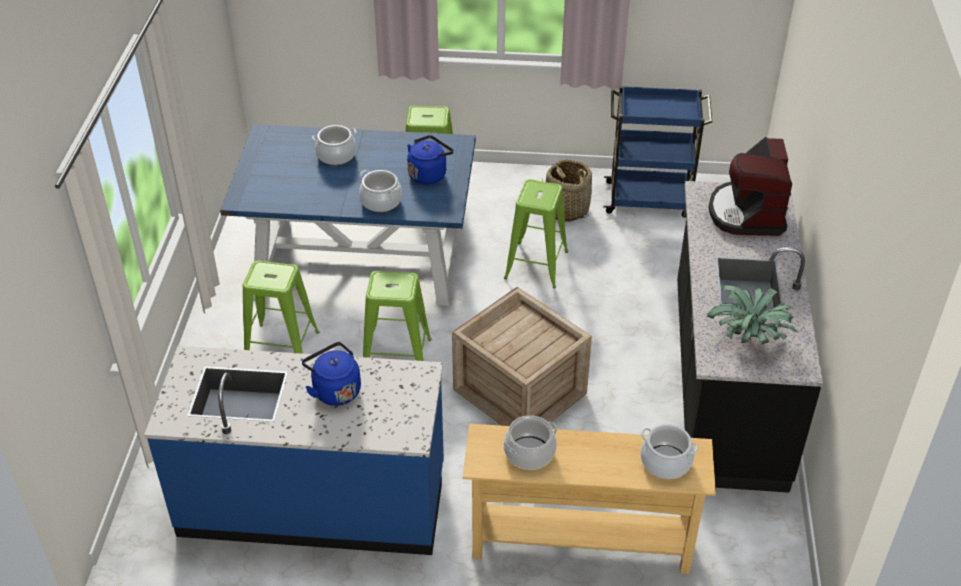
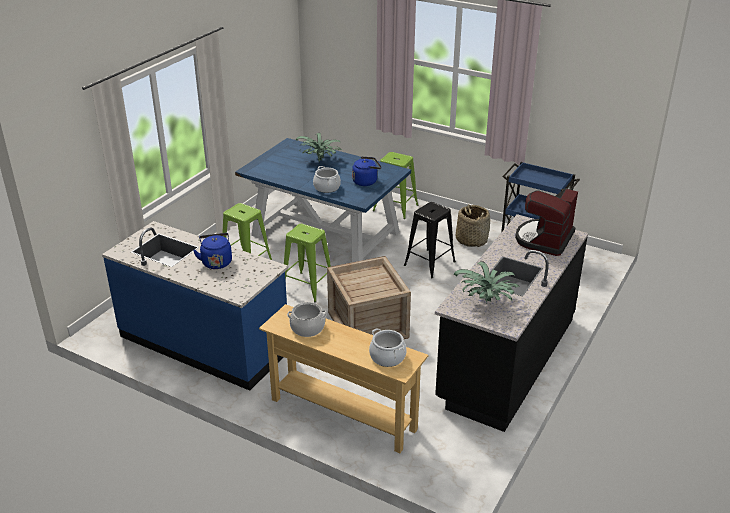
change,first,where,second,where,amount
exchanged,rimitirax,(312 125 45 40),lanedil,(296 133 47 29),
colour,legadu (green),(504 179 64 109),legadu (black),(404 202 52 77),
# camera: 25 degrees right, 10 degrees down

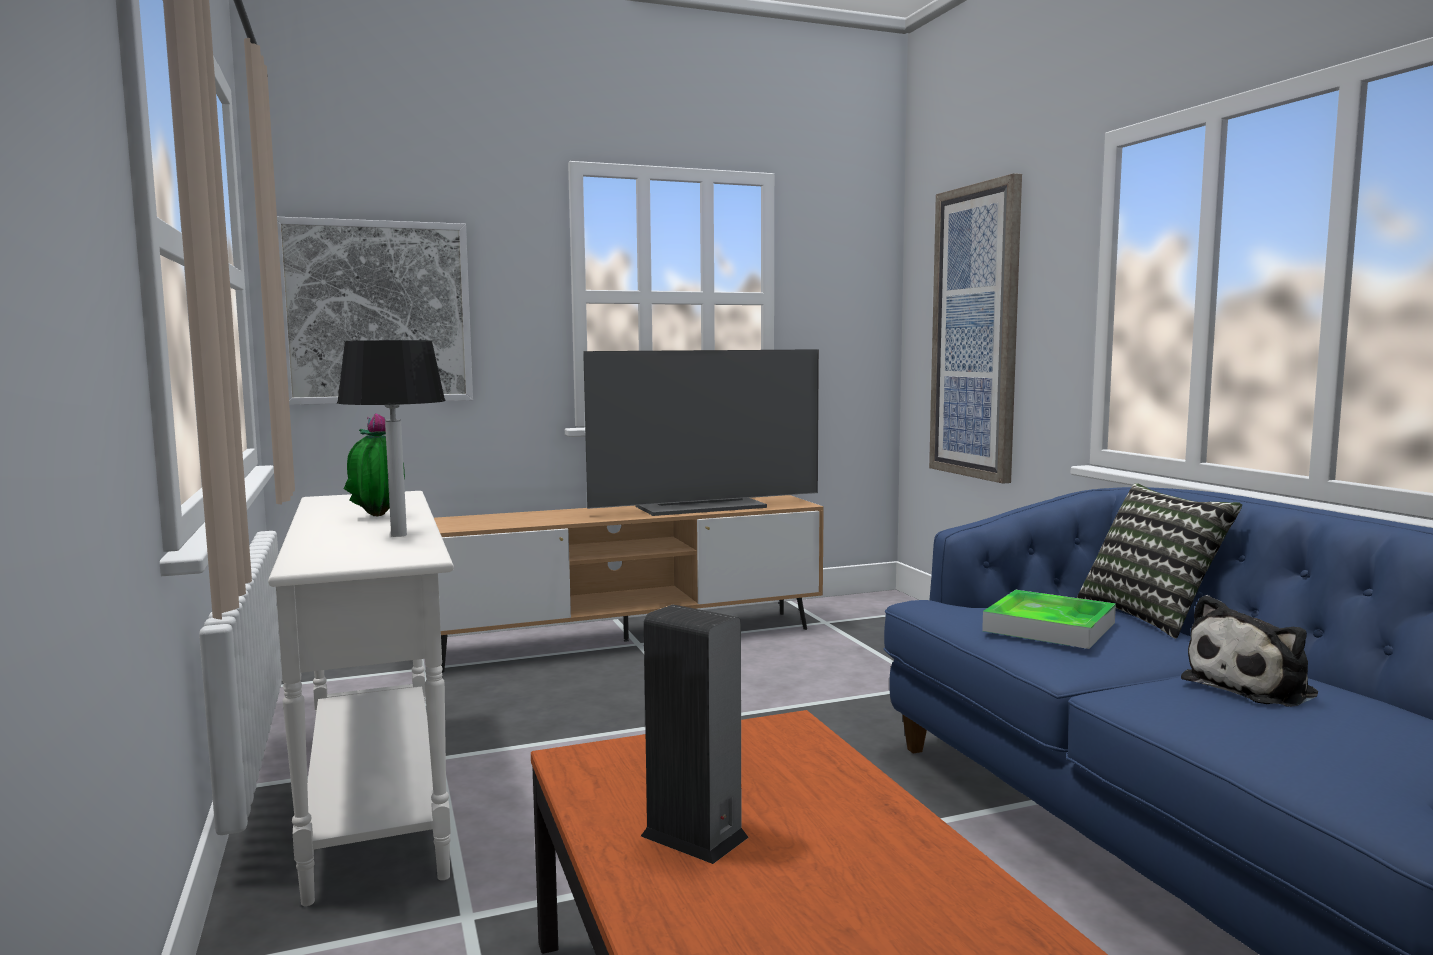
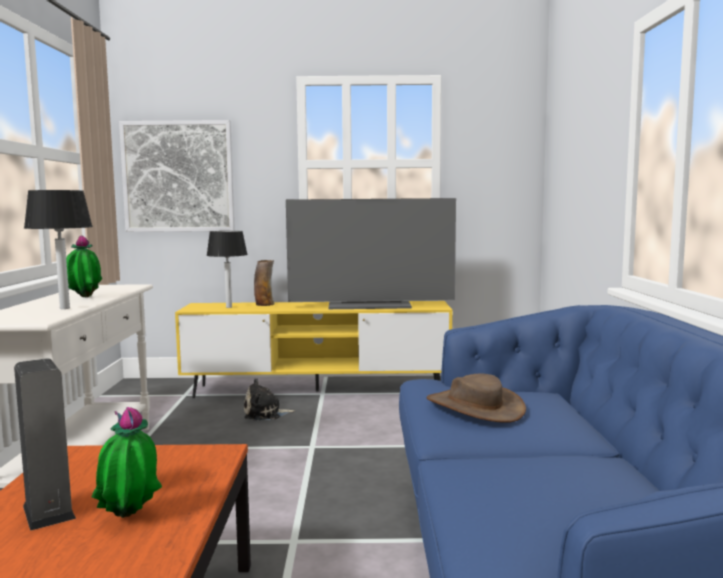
change,first,where,second,where,amount
appeared,,,lanedil,(92 407 70 111),
colour,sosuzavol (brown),(434 495 390 178),sosuzavol (yellow),(175 301 277 97),
appeared,,,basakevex,(206 231 42 77),
relocated,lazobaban,(1181 595 137 112),,(244 378 52 42),
appeared,,,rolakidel,(254 260 21 46),
exchanged,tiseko,(982 590 134 59),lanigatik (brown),(427 373 99 50),
missing,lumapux,(929 173 93 311),,,
missing,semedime,(1077 483 165 156),,,
# camera: 20 degrees right, 0 degrees up

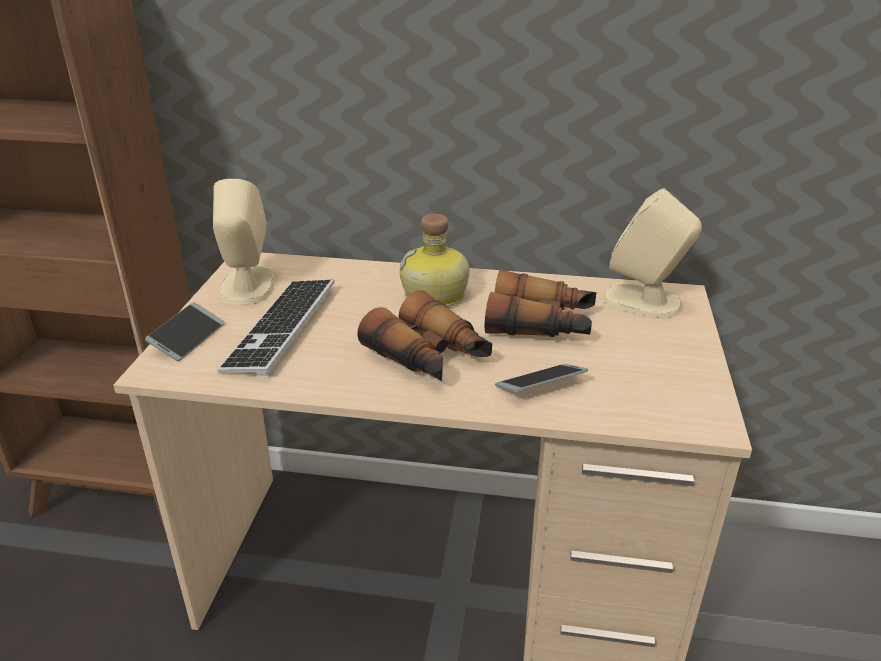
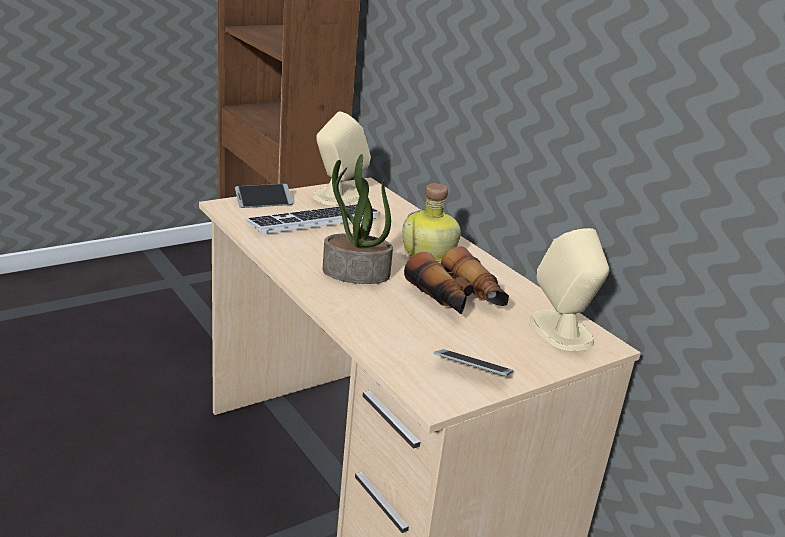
change,first,where,second,where,amount
exchanged,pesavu,(357 290 135 91),lanedil,(322 154 71 130),
relocated,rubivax,(495 364 93 28),,(434 349 79 27),
# camera: 45 degrees right, 5 degrees down

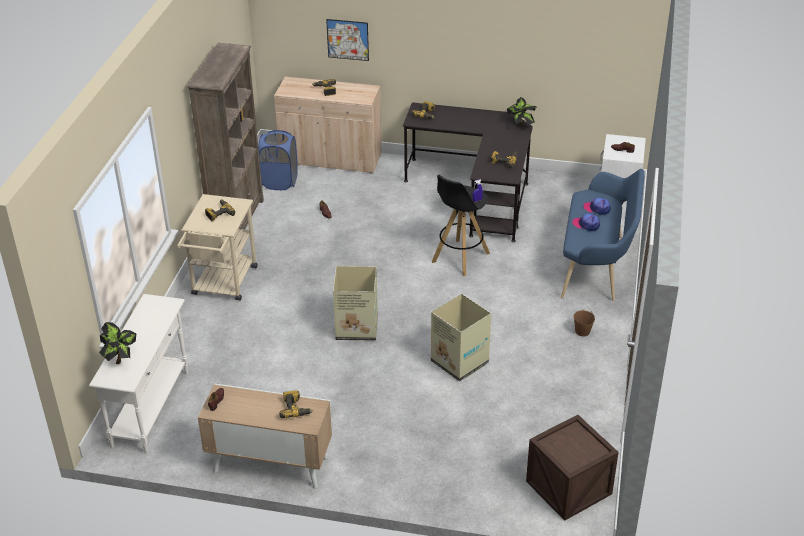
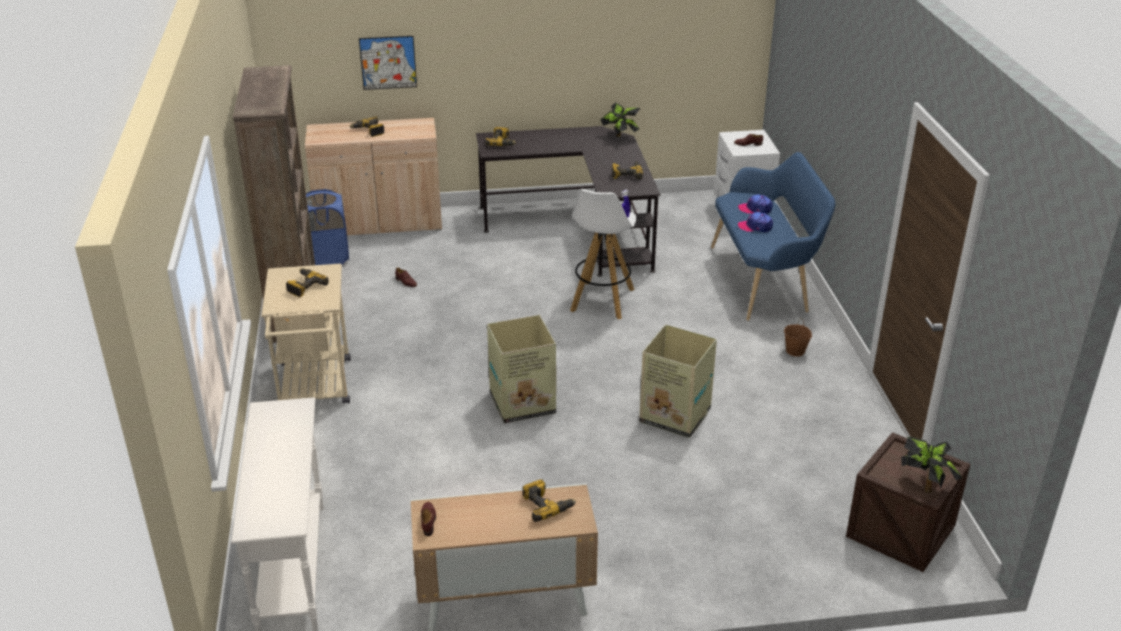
change,first,where,second,where,amount
colour,legadu (black),(432 175 58 101),legadu (white),(570 189 66 131),
relocated,lanedil,(99 322 37 42),,(902 437 60 56),
# camera: 20 degrees left, 5 degrees down

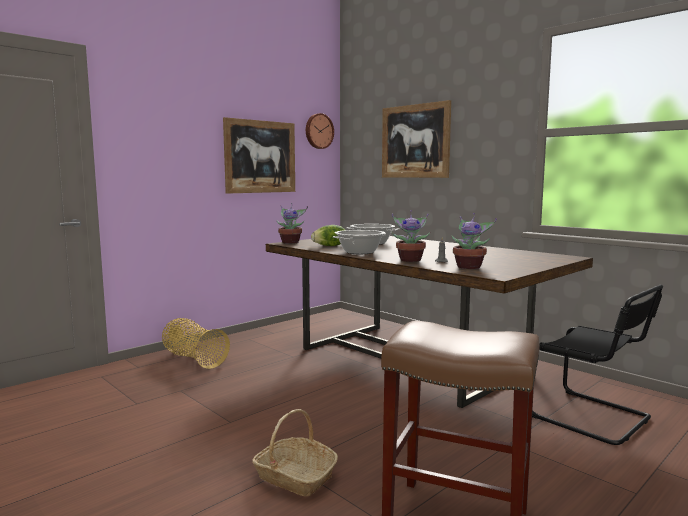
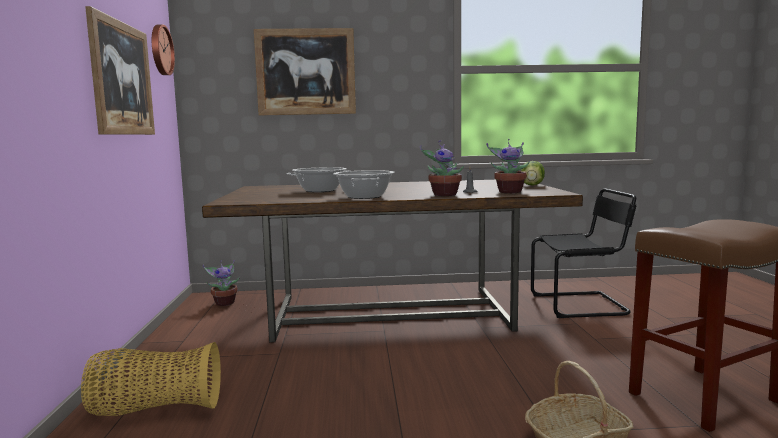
change,first,where,second,where,amount
relocated,lanedil,(276 203 32 41),,(202 260 38 46),
relocated,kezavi,(311 225 34 21),,(521 161 24 24),
# camera: 50 degrees left, 0 degrees up

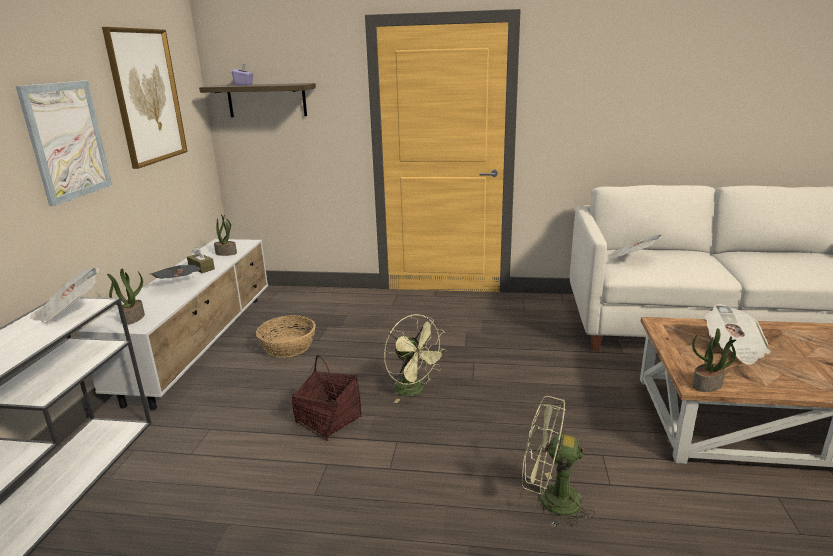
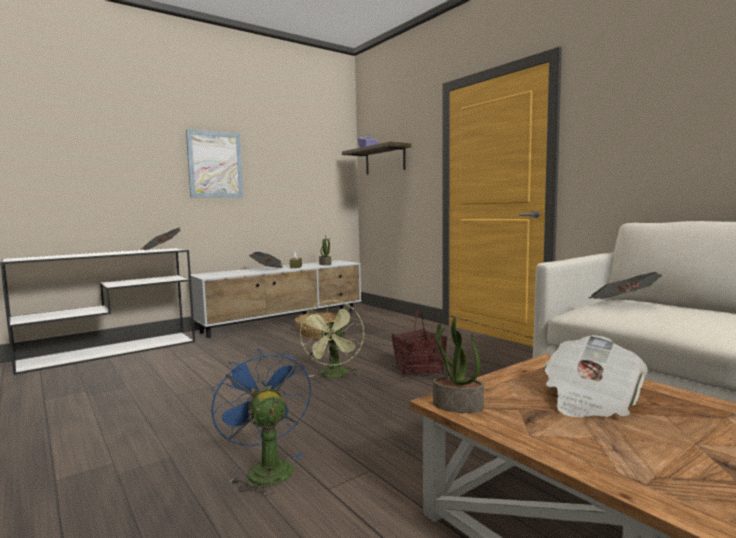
change,first,where,second,where,amount
colour,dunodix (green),(522 396 73 131),dunodix (blue),(211 349 100 147),
relocated,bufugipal,(292 355 70 86),,(392 310 55 67),
missing,lumapux,(102 27 86 142),,,
missing,lanedil,(107 269 38 56),,,
# camera: 45 degrees right, 15 degrees down

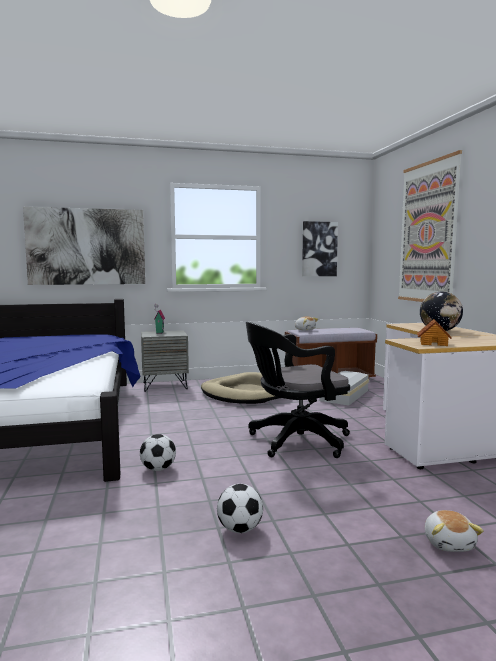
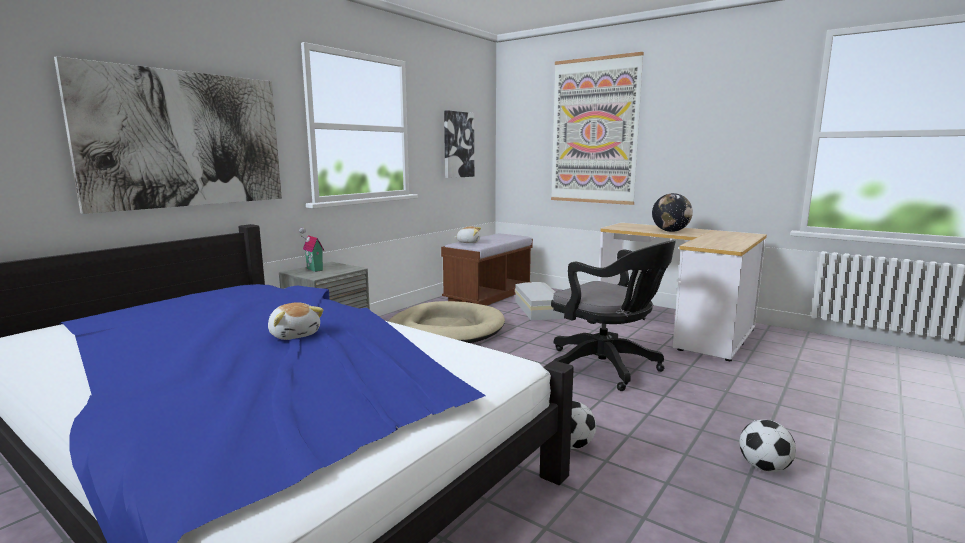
change,first,where,second,where,amount
relocated,lazobaban,(425 510 59 42),,(268 302 55 38),
spun,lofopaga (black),(246 322 104 136),,(551 240 125 151),75 degrees counterclockwise
missing,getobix,(417 319 34 27),,,
# camera: 40 degrees left, 5 degrees up

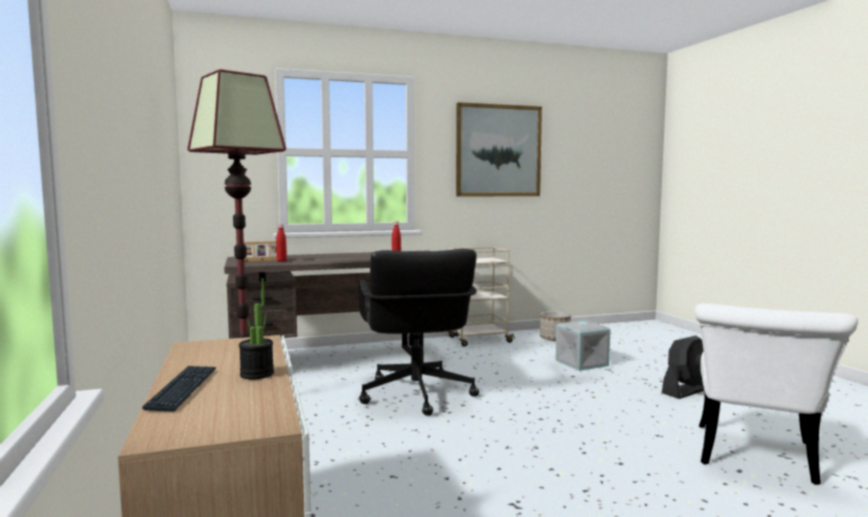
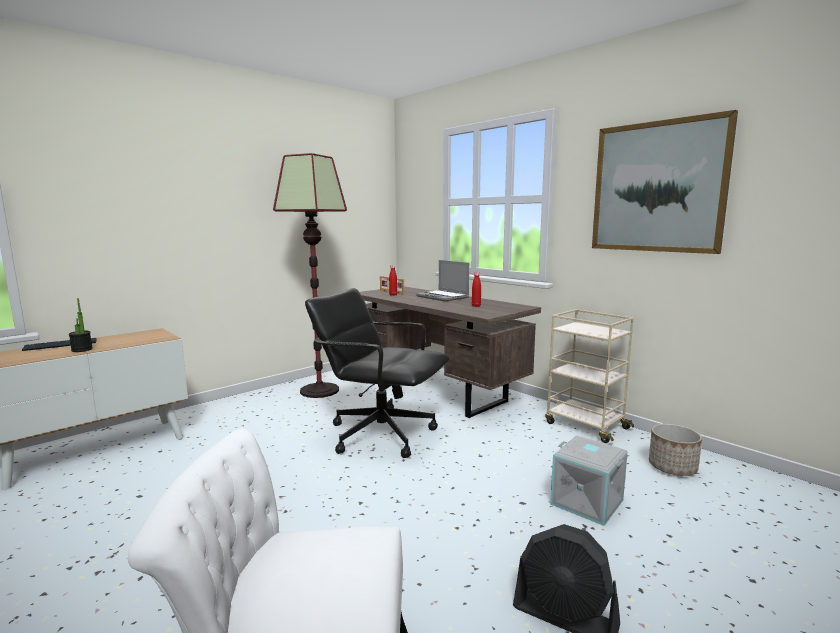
change,first,where,second,where,amount
spun,lofopaga (black),(359 249 120 167),,(305 288 145 170),60 degrees clockwise
appeared,,,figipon,(416 260 53 42),
# camera: 65 degrees right, 5 degrees up

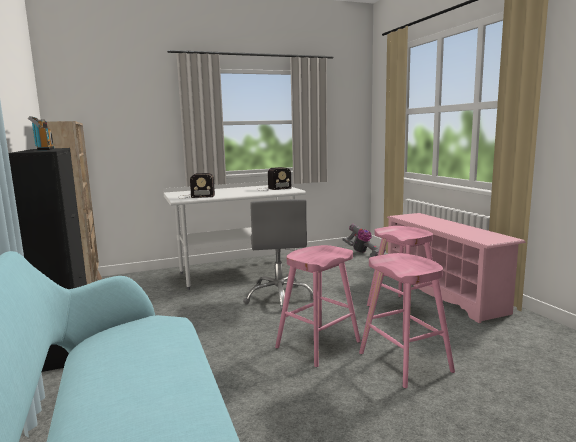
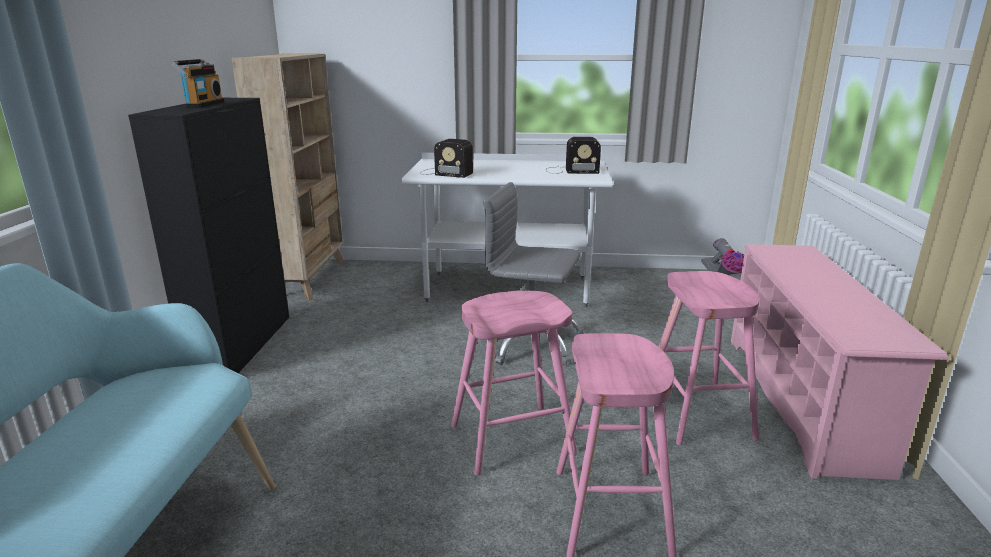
change,first,where,second,where,amount
spun,lofopaga (grey),(243 199 70 113),,(483 182 101 183),90 degrees clockwise
# camera: 25 degrees right, 10 degrees up

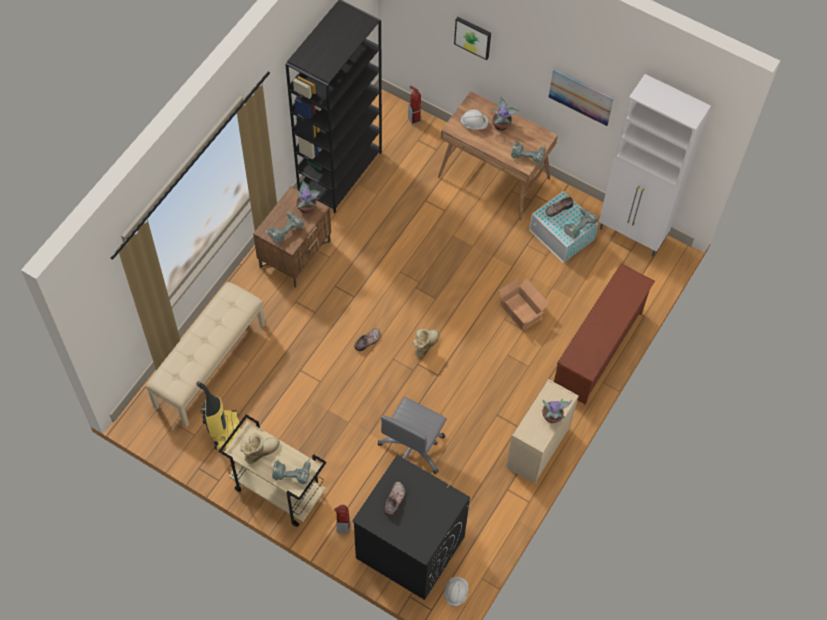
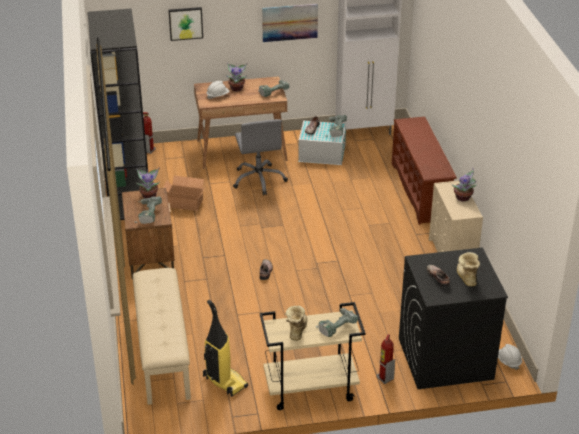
change,first,where,second,where,amount
relocated,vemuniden,(498 278 51 52),,(163 176 43 35),
relocated,lofopaga (grey),(378 397 69 77),,(233 119 55 76),
relocated,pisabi,(413 329 27 29),,(457 252 23 35),
# camera: 40 degrees left, 25 degrees down

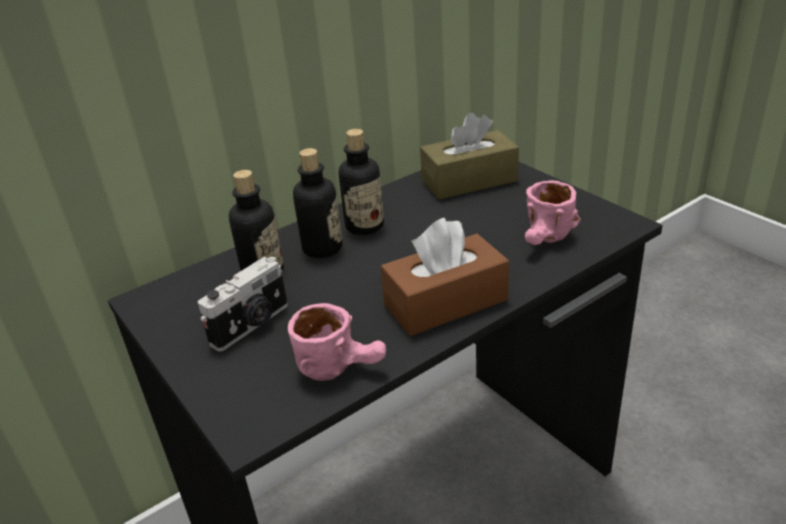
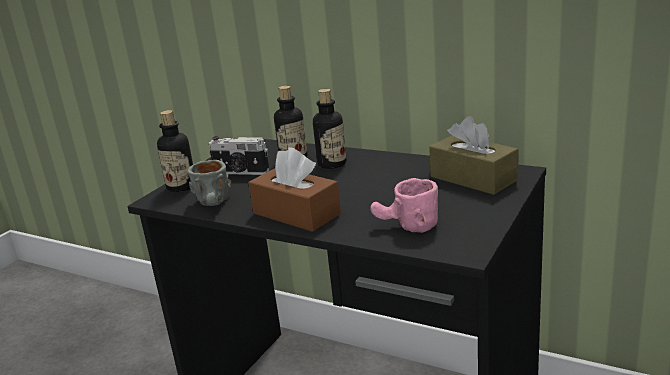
change,first,where,second,where,amount
relocated,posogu,(339 129 45 106),,(157 110 36 82),
colour,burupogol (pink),(288 303 98 78),burupogol (grey),(187 160 44 46),
# camera: 65 degrees right, 10 degrees down

